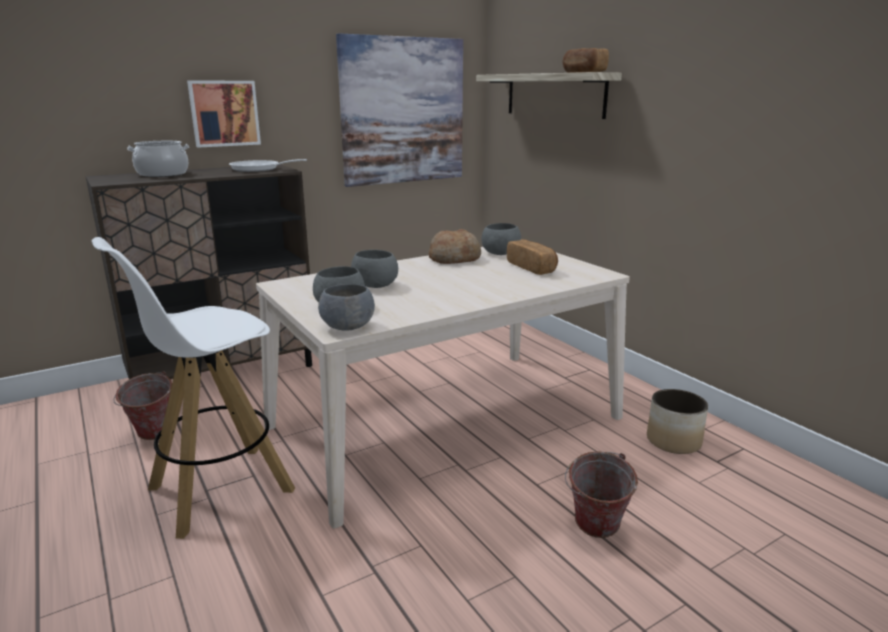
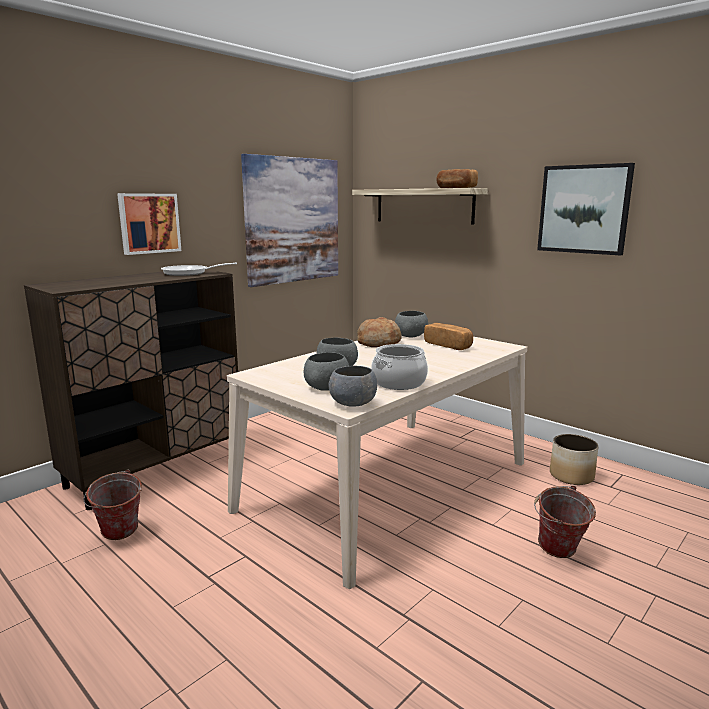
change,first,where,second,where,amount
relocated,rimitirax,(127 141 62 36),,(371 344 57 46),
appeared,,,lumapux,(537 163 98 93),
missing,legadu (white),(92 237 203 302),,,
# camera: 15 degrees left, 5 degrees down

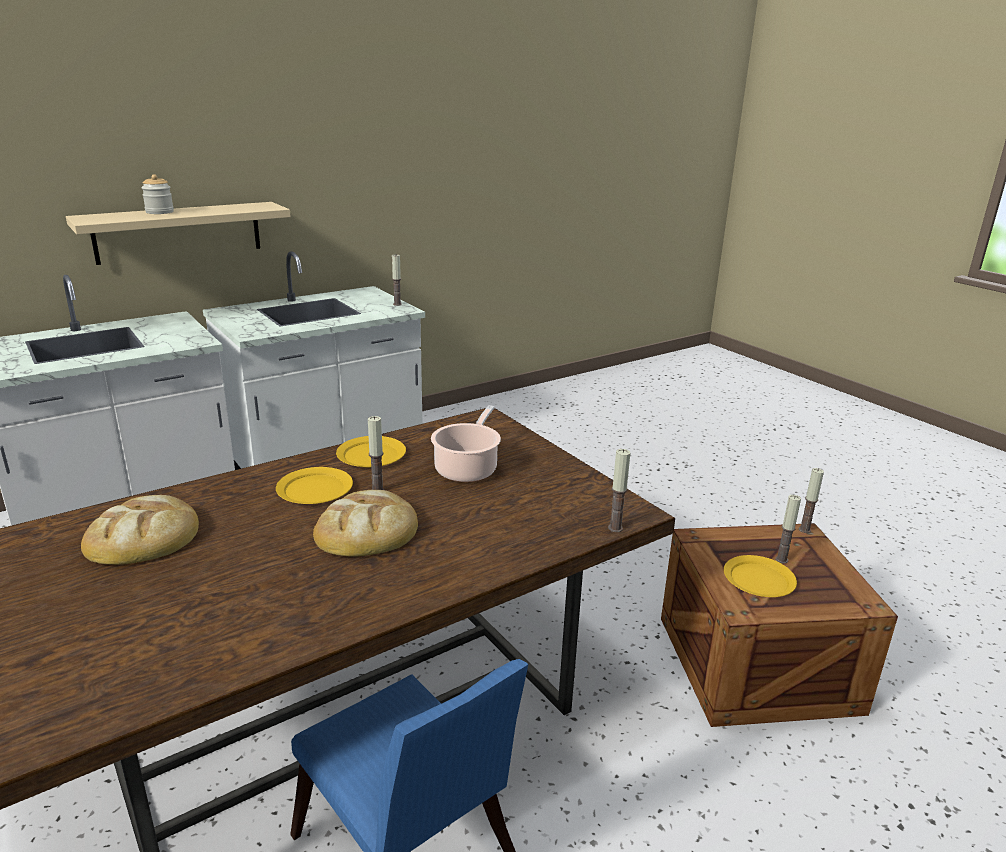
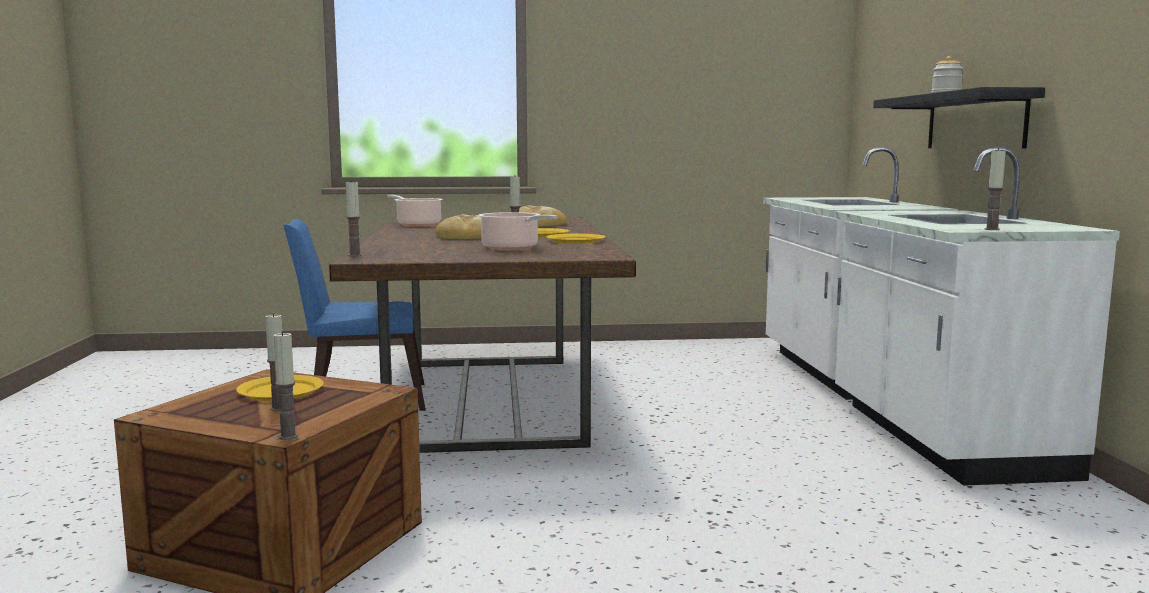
change,first,where,second,where,amount
appeared,,,rimitirax,(387 195 56 31),
colour,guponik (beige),(66 202 225 63),guponik (black),(873 87 172 61),
# camera: 120 degrees right, 15 degrees down

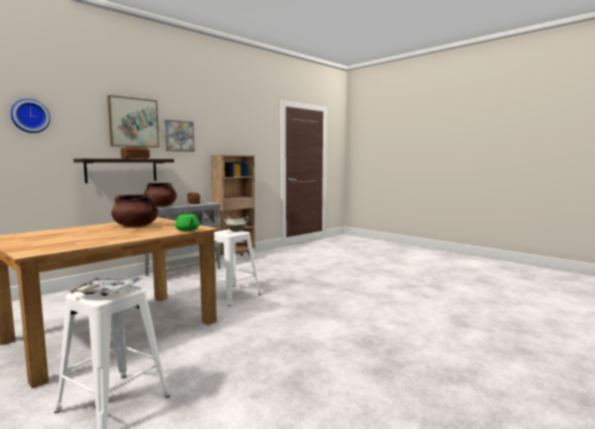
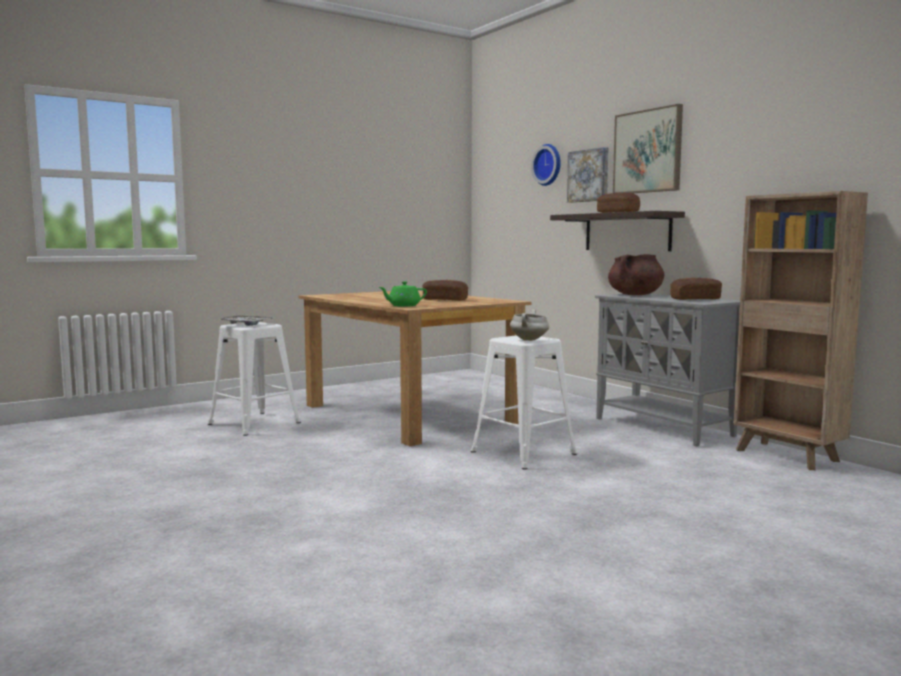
change,first,where,second,where,amount
exchanged,rimitirax (brown),(111 194 47 33),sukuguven,(422 280 46 21),
relocated,lumapux,(164 120 31 32),,(567 147 41 56),
# camera: 100 degrees right, 0 degrees up

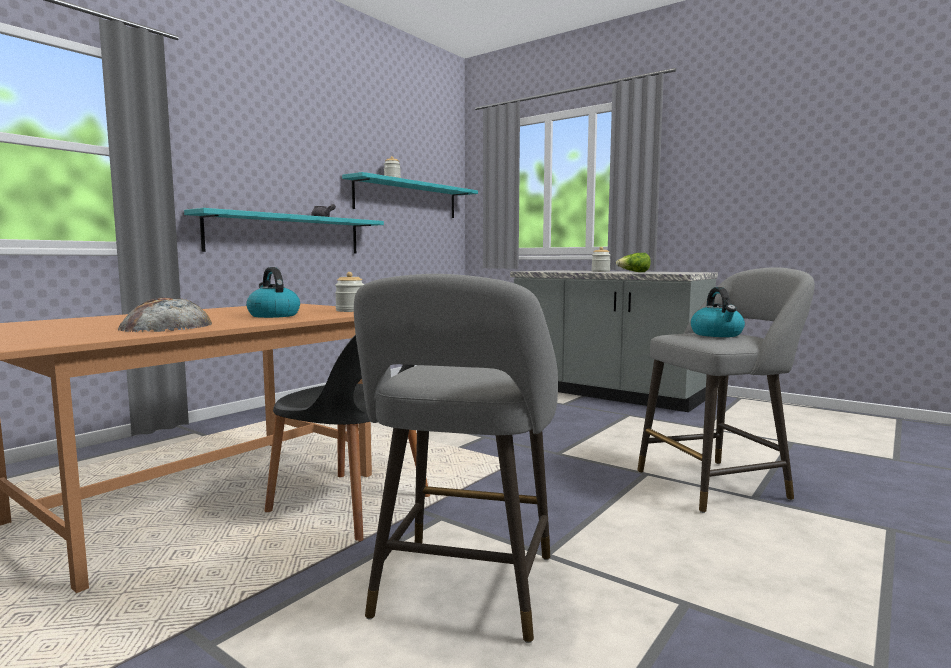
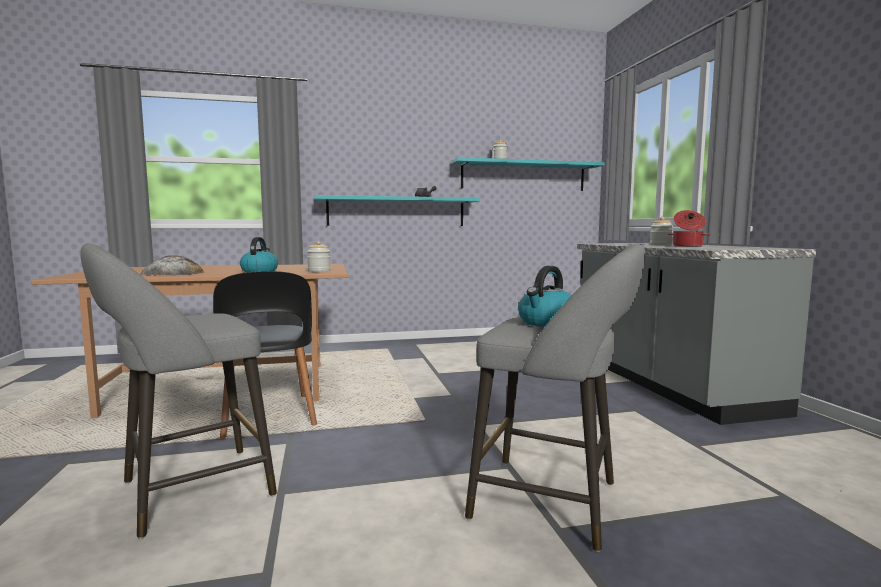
change,first,where,second,where,amount
exchanged,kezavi,(616 253 35 19),rimitirax,(668 210 42 37),
# camera: 40 degrees right, 0 degrees up

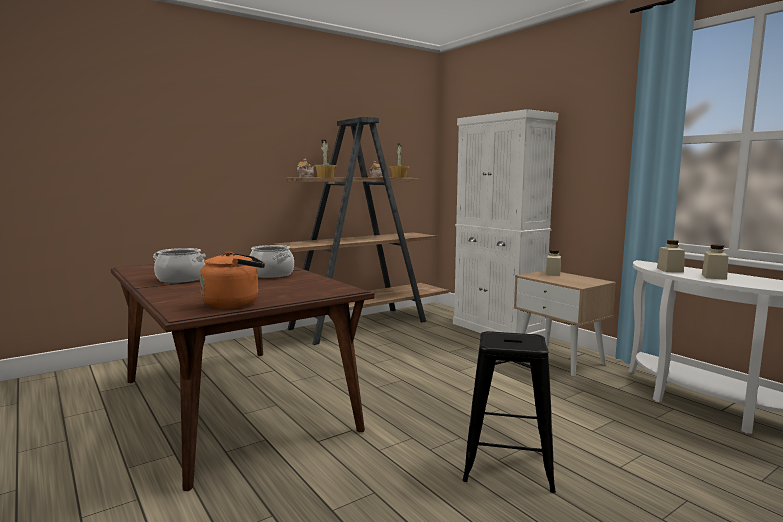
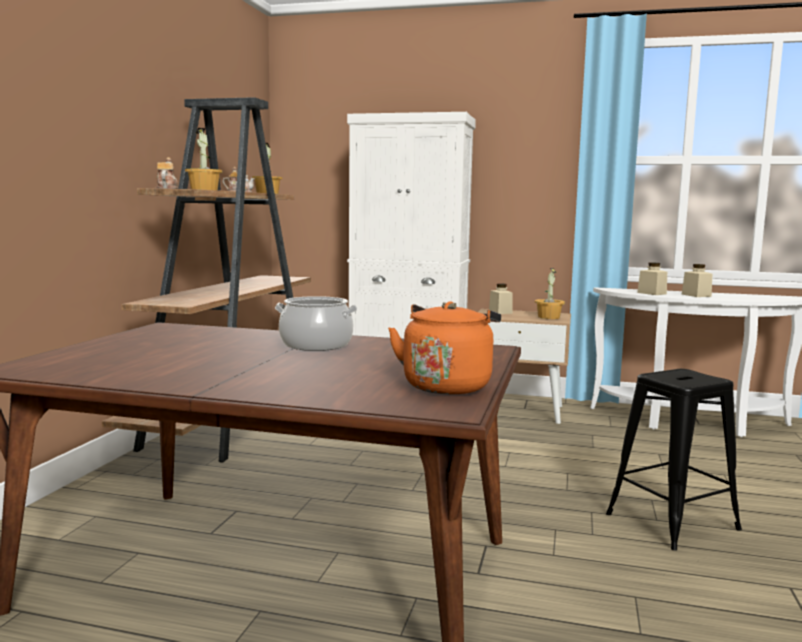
change,first,where,second,where,amount
appeared,,,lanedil,(535 268 30 51),
missing,rimitirax,(153 248 53 35),,,
# camera: 40 degrees left, 0 degrees up

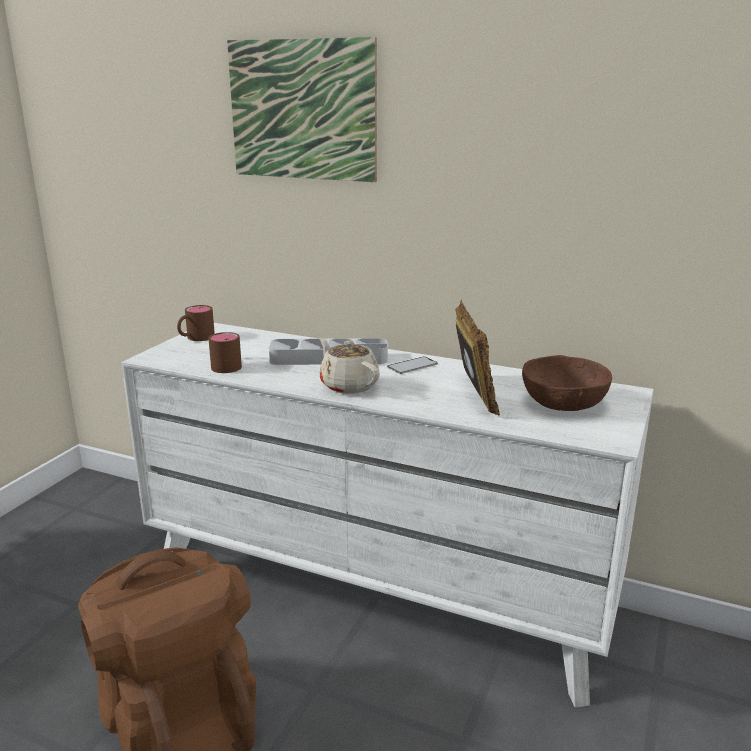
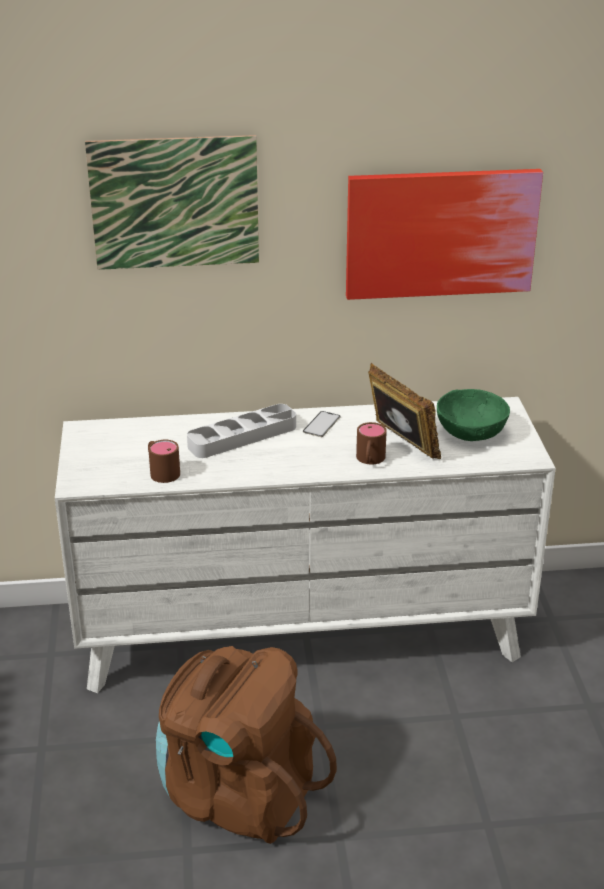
change,first,where,second,where,amount
appeared,,,lumapux,(346 169 197 131),
relocated,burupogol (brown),(177 305 38 36),,(356 422 31 42),
colour,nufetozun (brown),(522 355 90 56),nufetozun (green),(437 389 73 52),
missing,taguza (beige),(319 338 61 56),,,
# camera: 30 degrees left, 10 degrees up

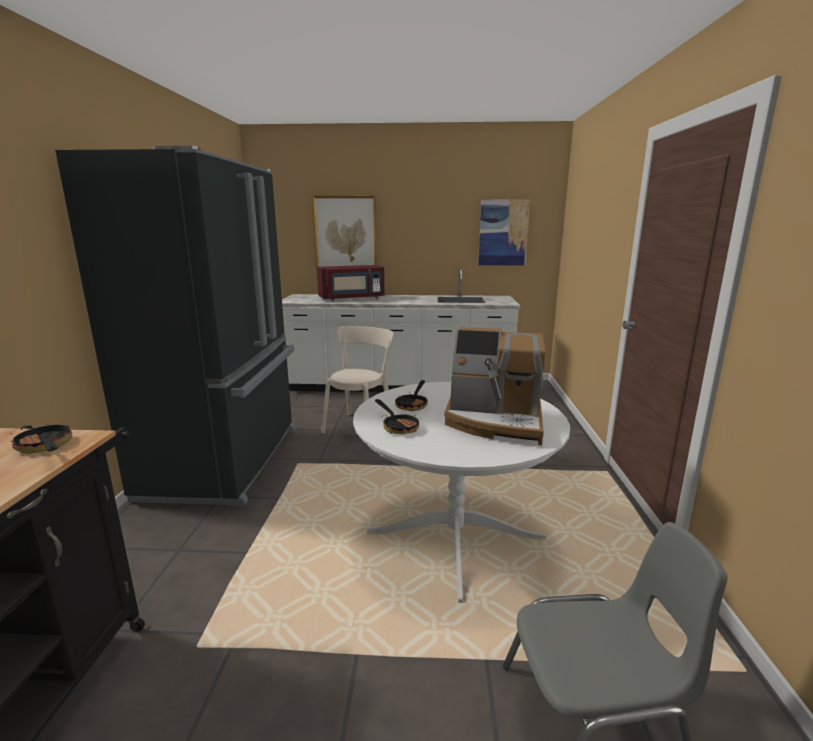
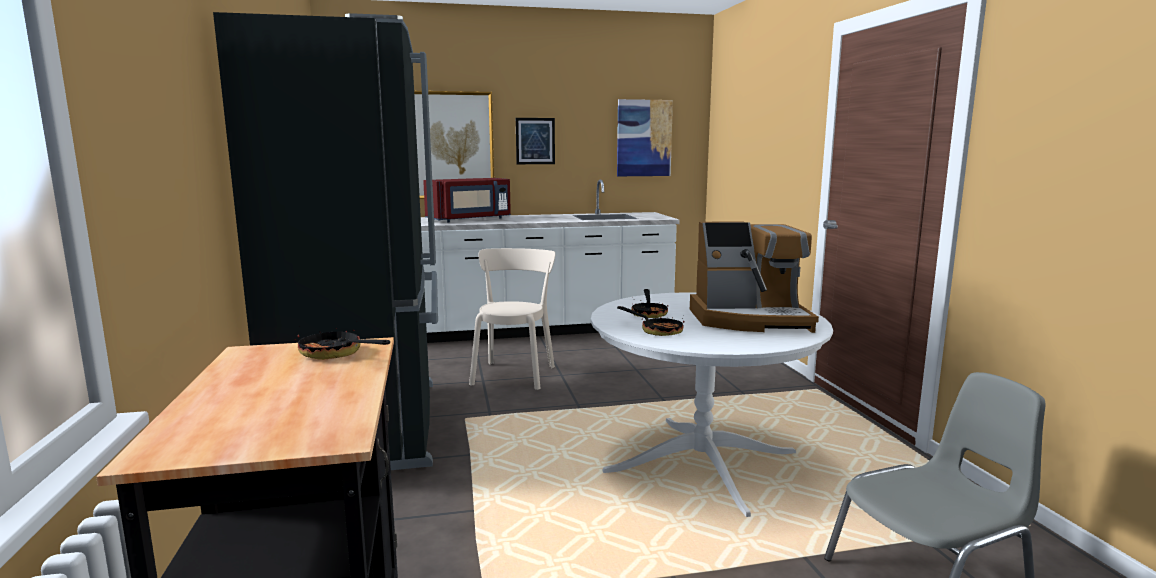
change,first,where,second,where,amount
appeared,,,lumapux,(516 118 39 46),
# camera: 15 degrees left, 5 degrees down

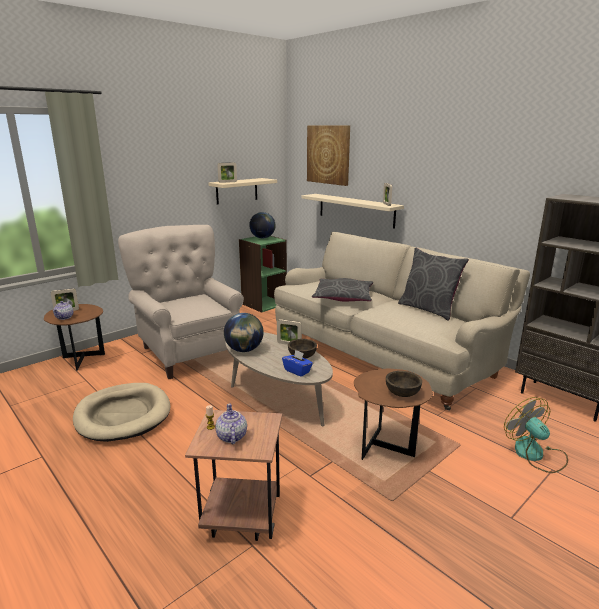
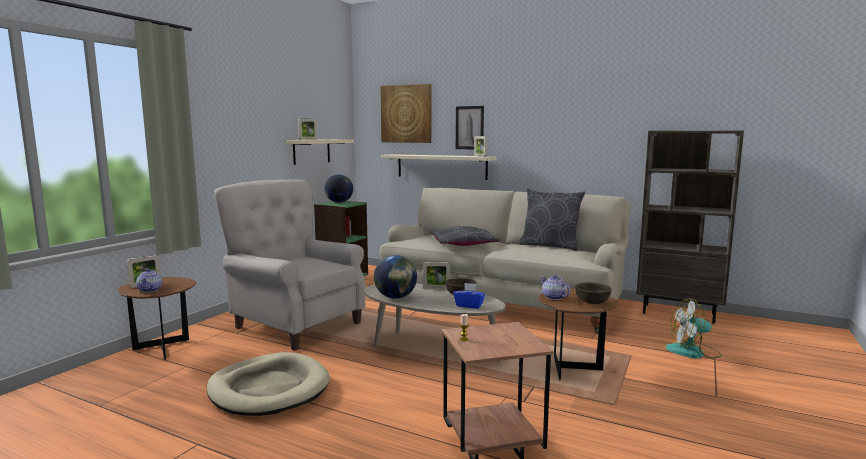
change,first,where,second,where,amount
appeared,,,lumapux,(456 106 28 43),
relocated,taguza,(215 404 32 40),,(541 275 29 25),
spun,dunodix,(504 397 64 76),,(666 298 56 61),45 degrees counterclockwise
# camera: 20 degrees left, 10 degrees down

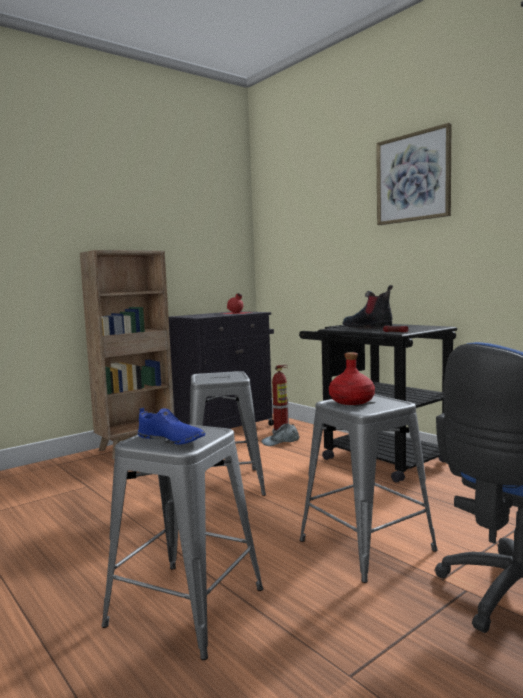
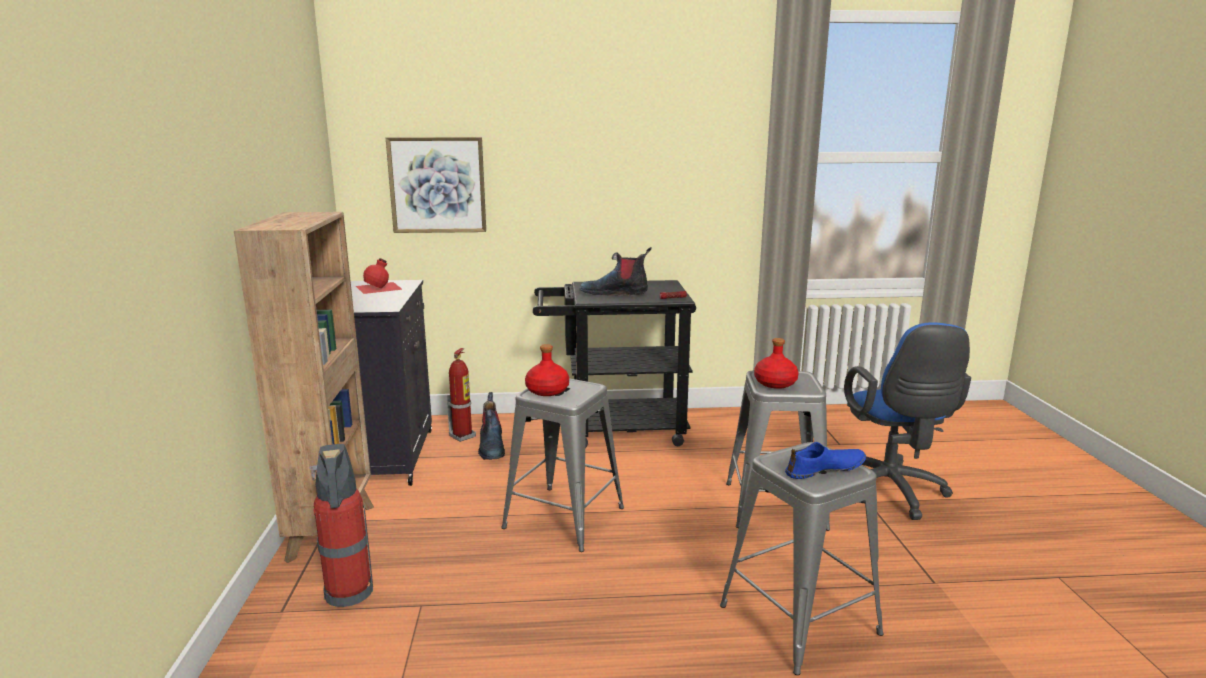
change,first,where,second,where,amount
appeared,,,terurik,(310 444 63 163),
relocated,lumapux,(376 123 76 102),,(386 137 100 96),
exchanged,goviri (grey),(261 424 39 22),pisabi,(478 392 27 68),
appeared,,,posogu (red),(525 344 44 52),
# camera: 55 degrees left, 10 degrees up

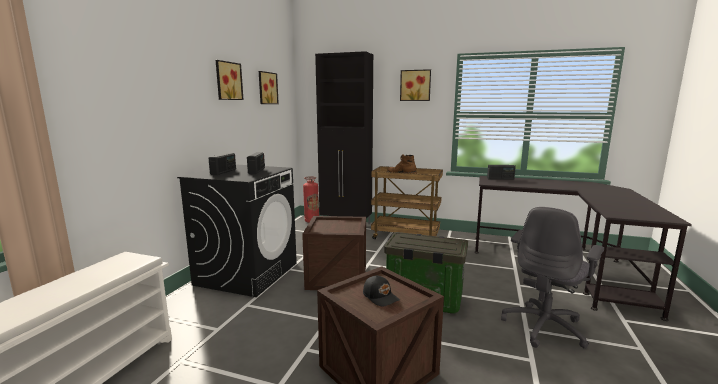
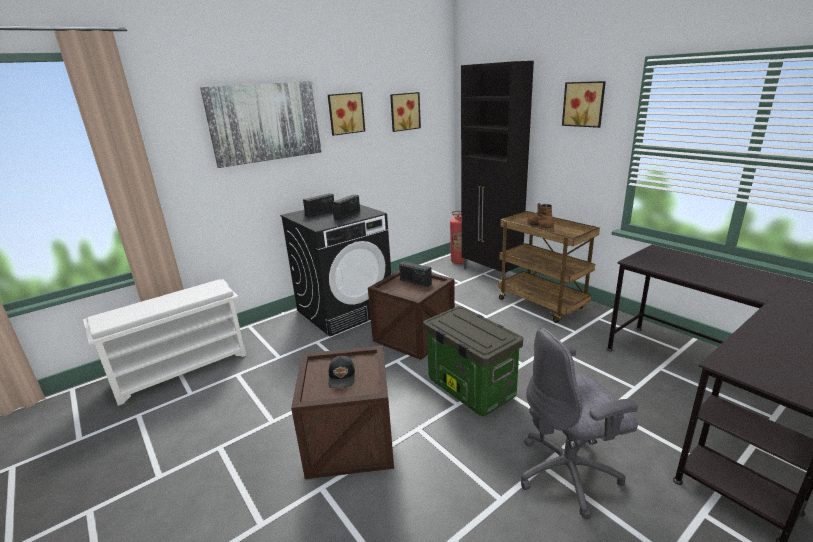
change,first,where,second,where,amount
appeared,,,lumapux,(200 81 122 87),
relocated,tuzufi,(487 165 29 15),,(399 261 33 26),
# camera: 35 degrees right, 10 degrees up

